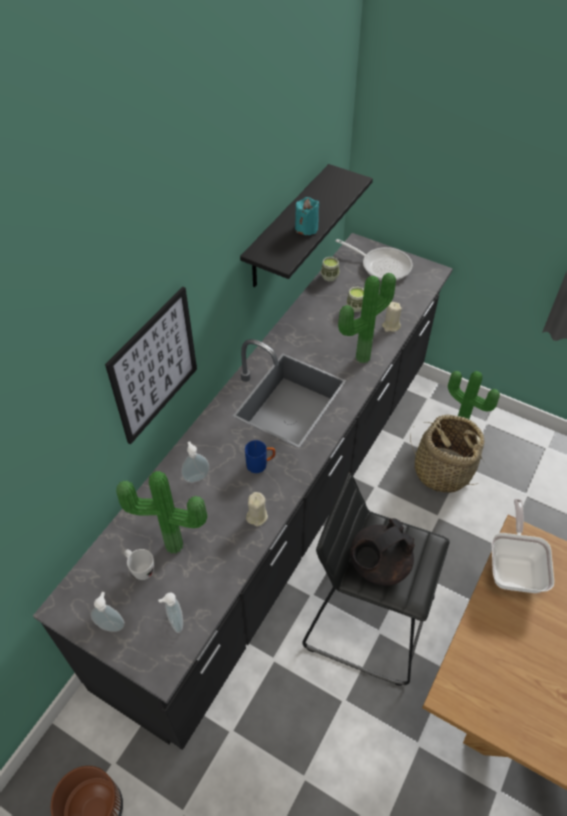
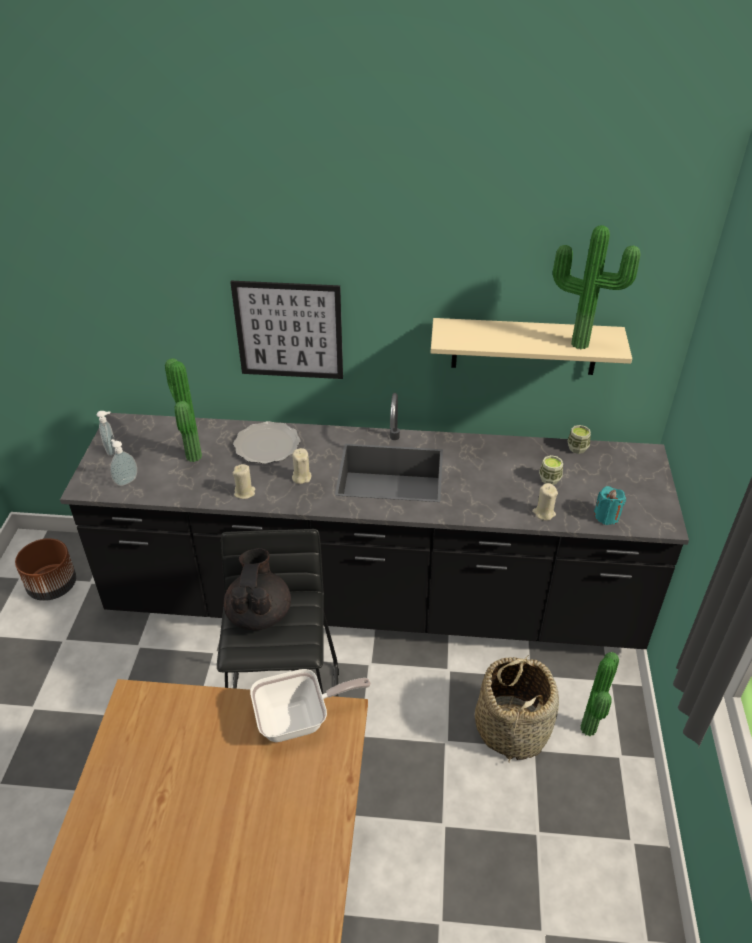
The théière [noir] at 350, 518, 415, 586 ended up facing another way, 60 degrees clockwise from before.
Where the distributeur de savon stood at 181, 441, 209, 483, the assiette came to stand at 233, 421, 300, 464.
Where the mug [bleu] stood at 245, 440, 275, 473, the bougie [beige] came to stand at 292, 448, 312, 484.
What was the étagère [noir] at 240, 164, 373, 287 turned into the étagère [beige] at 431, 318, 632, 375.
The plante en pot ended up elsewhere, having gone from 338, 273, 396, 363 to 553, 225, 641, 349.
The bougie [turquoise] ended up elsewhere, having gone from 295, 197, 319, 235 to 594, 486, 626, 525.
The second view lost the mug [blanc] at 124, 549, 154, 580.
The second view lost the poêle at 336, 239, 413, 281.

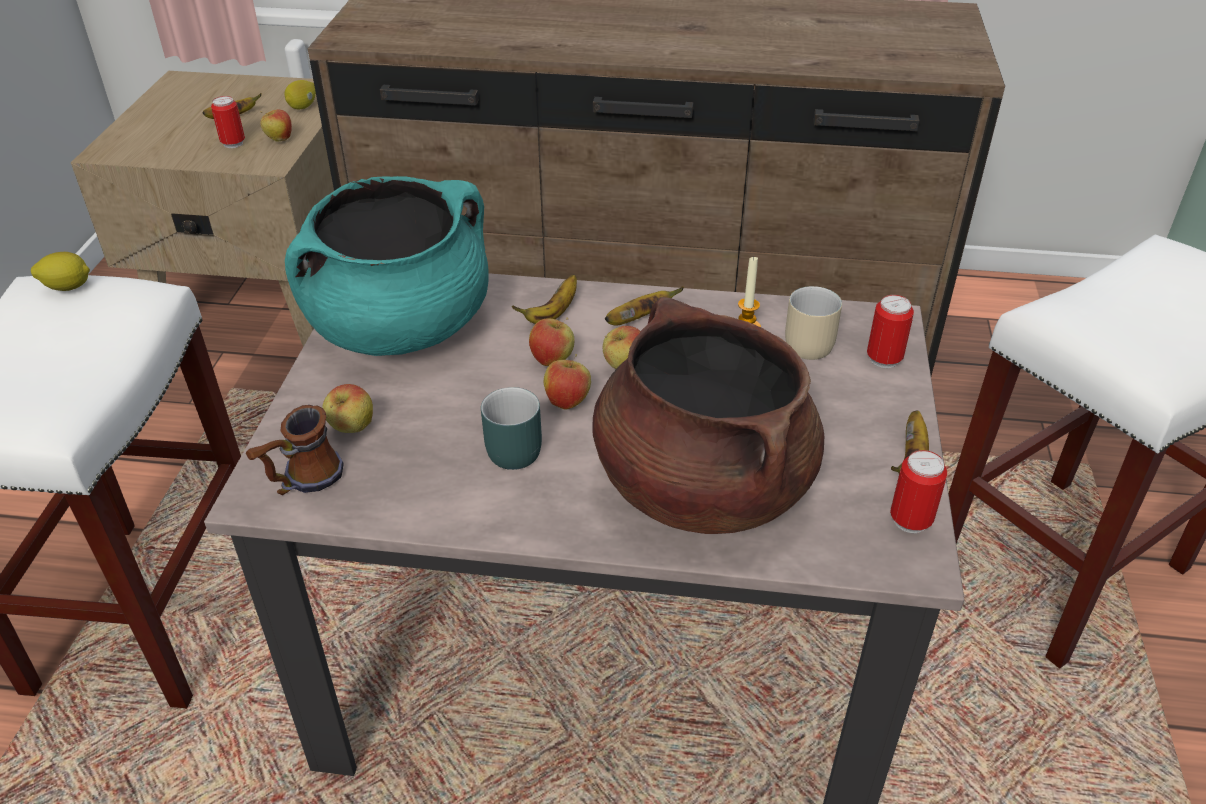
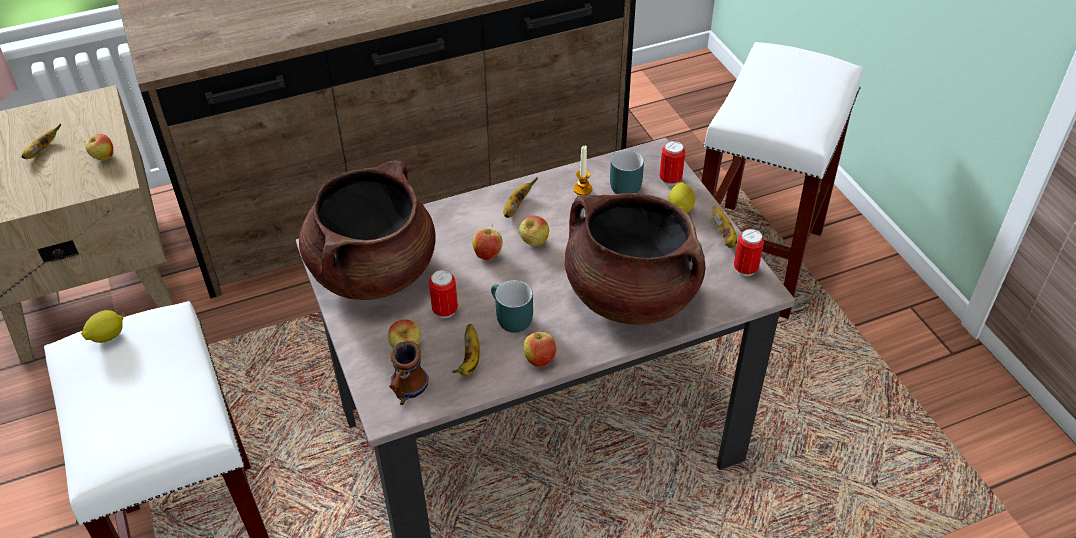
What was the marmite [turquoise] at 285, 176, 489, 356 turned into the marmite [marron] at 299, 160, 436, 300.
The boîte métallique ended up elsewhere, having gone from 211, 96, 245, 148 to 429, 270, 458, 318.
The banane ended up elsewhere, having gone from 512, 275, 577, 324 to 452, 324, 480, 376.
The pomme ended up elsewhere, having gone from 543, 354, 591, 410 to 523, 327, 556, 367.
What was the mug [beige] at 785, 286, 842, 360 turned into the mug [turquoise] at 610, 150, 644, 194.
The citron ended up elsewhere, having gone from 284, 80, 316, 109 to 668, 182, 696, 213.

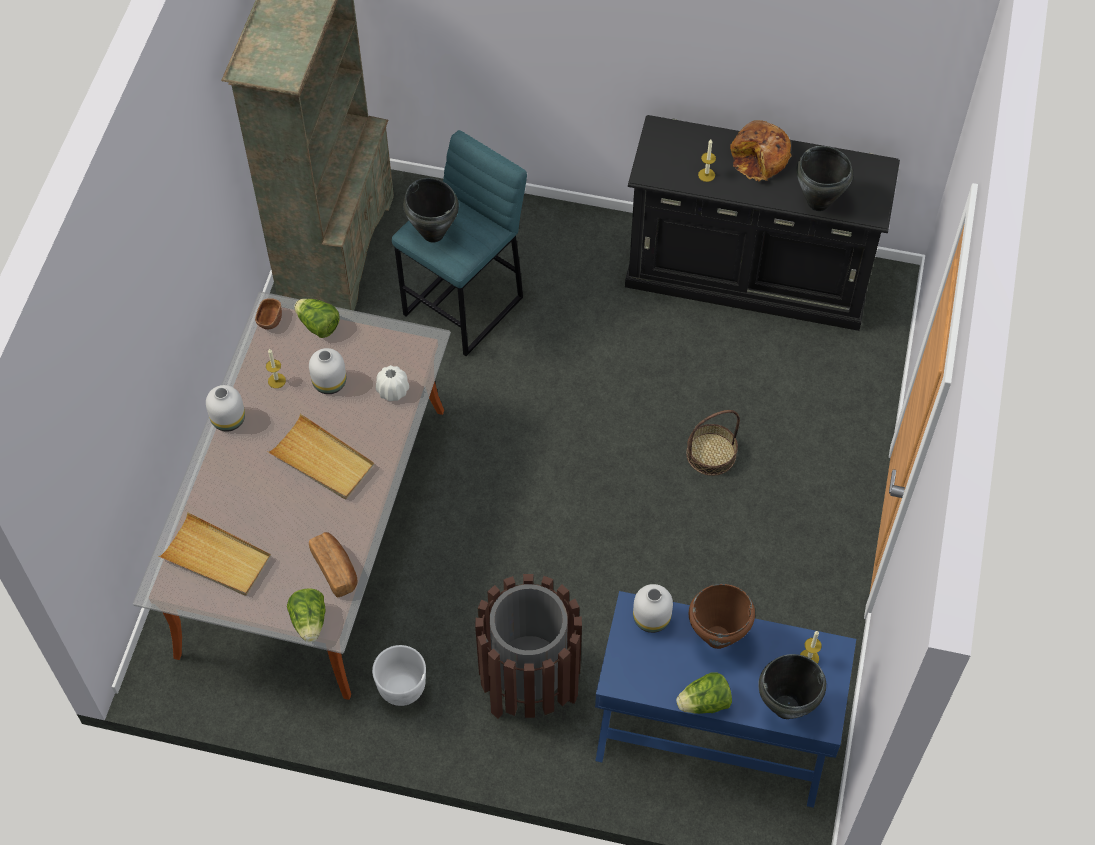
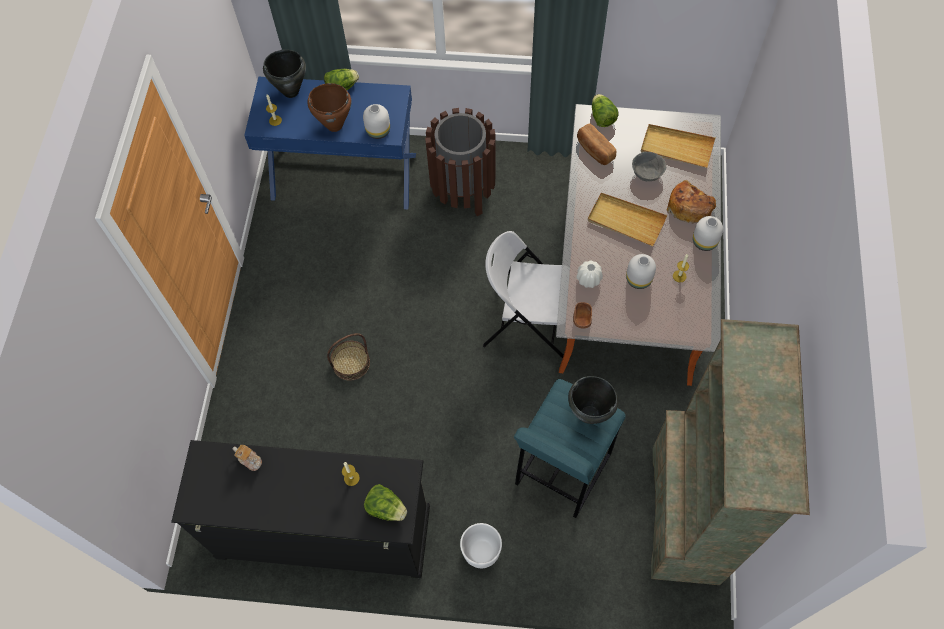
Where the marmite [noir] stood at 796, 146, 853, 211, the théière came to stand at 232, 445, 262, 471.
The laitue ended up elsewhere, having gone from 294, 299, 340, 338 to 364, 484, 407, 521.
The cache-pot [blanc] ended up elsewhere, having gone from 372, 645, 426, 706 to 460, 523, 502, 568.
The second view gained the chaise [blanc] at 483, 231, 564, 358.
The bol [marron] ended up elsewhere, having gone from 255, 298, 282, 329 to 573, 302, 592, 329.
The second view gained the bol [gris] at 632, 152, 666, 181.
The pain ended up elsewhere, having gone from 730, 120, 791, 181 to 666, 180, 716, 224.

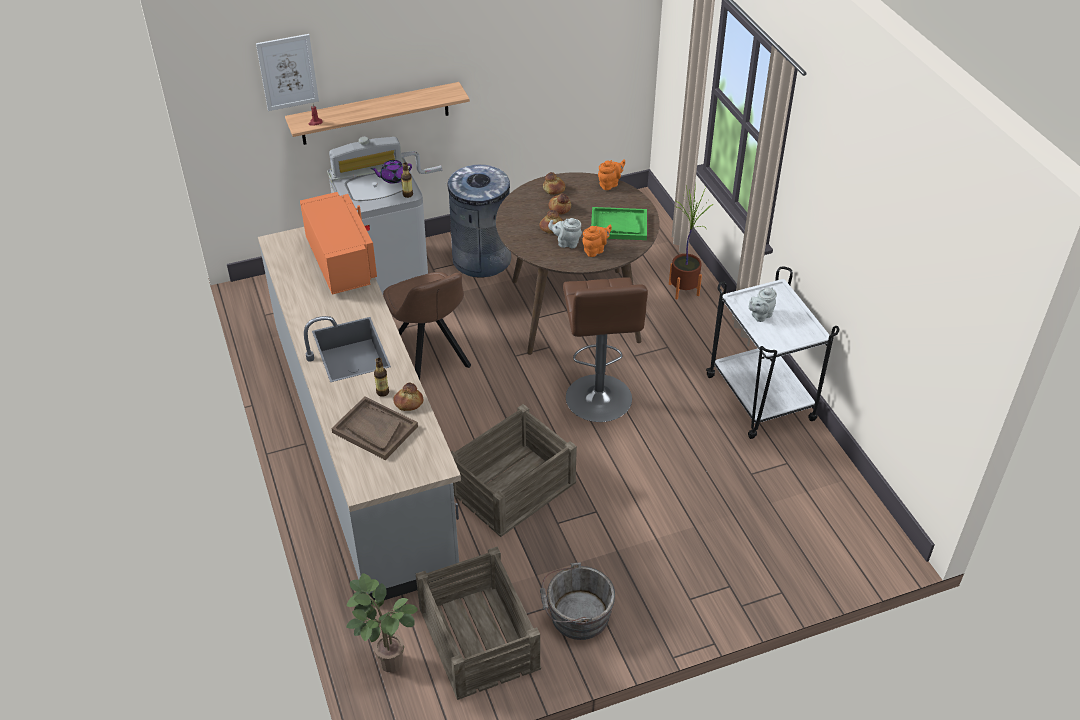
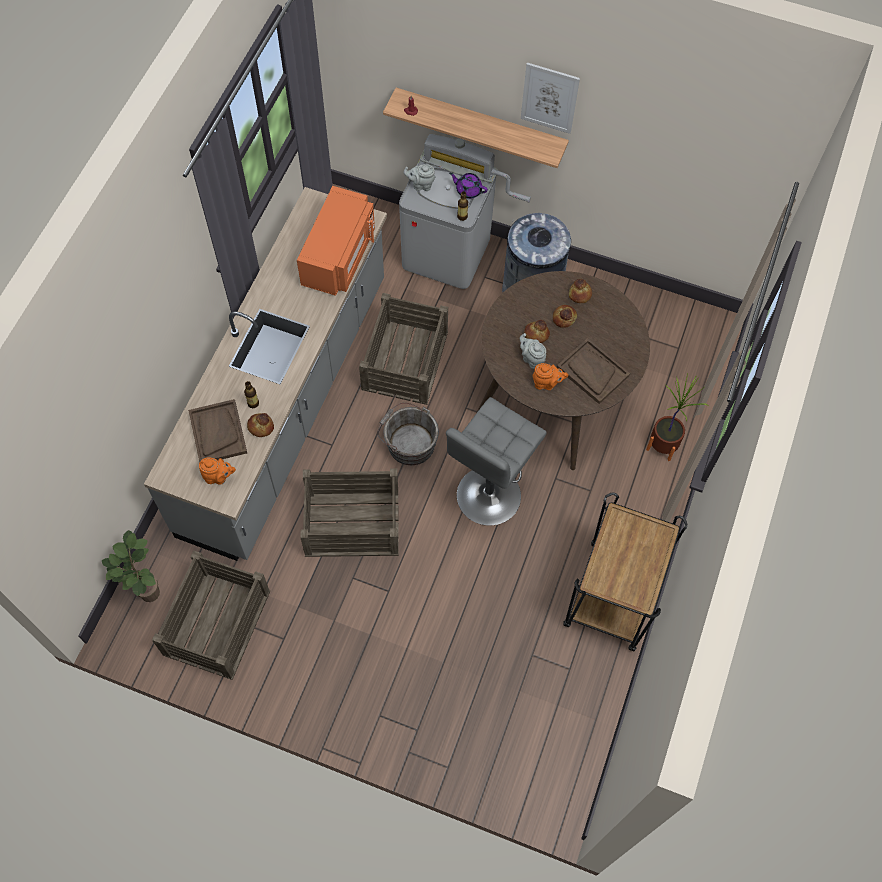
The théière [orange] ended up elsewhere, having gone from 598, 159, 625, 190 to 199, 457, 236, 485.
Where the chaise [marron] stood at 383, 272, 471, 380, the caisse came to stand at 359, 293, 448, 405.
The seau [gris] ended up elsewhere, having gone from 540, 562, 615, 640 to 378, 403, 439, 465.
The théière [gris] ended up elsewhere, having gone from 749, 287, 777, 322 to 404, 164, 436, 191.
What was the tabouret [marron] at 563, 277, 648, 422 turned into the tabouret [gris] at 446, 397, 546, 526.
The tableau ended up elsewhere, having gone from 256, 34, 319, 111 to 521, 62, 580, 134.
What was the plateau [vert] at 591, 207, 647, 240 turned into the plateau [marron] at 557, 338, 630, 404.
What was the chariot [blanc] at 706, 266, 839, 439 turned into the chariot [marron] at 563, 492, 687, 651.

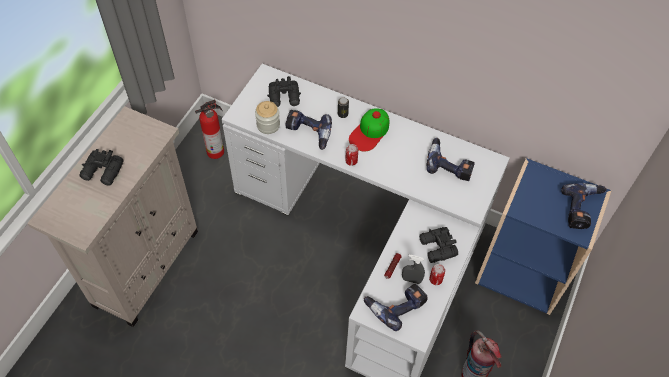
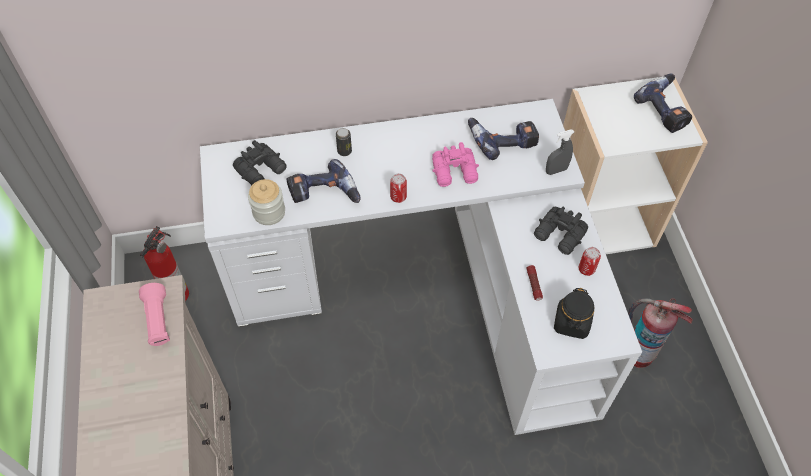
The second view gained the lampe de poche [rose] at 139, 283, 170, 346.
The second view gained the jumelles [rose] at 432, 142, 479, 187.
The vaporisateur [gris] ended up elsewhere, having gone from 402, 254, 425, 284 to 546, 129, 574, 175.
Where the perceuse stood at 364, 284, 428, 331, the bocal [noir] came to stand at 554, 288, 594, 339.
What was the bibliothèque [bleu] at 475, 158, 612, 315 turned into the bibliothèque [blanc] at 563, 77, 708, 254.
The second view lost the jumelles [noir] at 79, 149, 123, 186.
The second view lost the casquette at 349, 108, 389, 151.

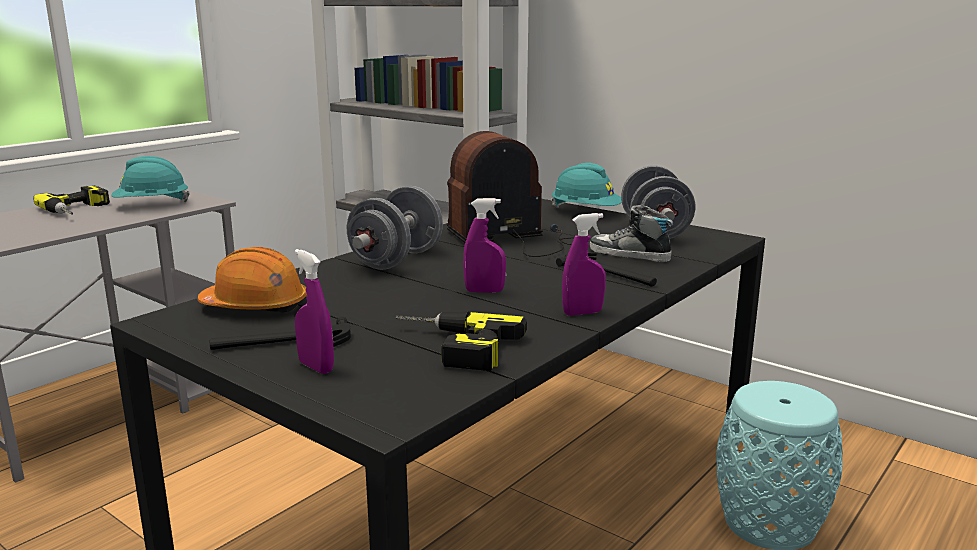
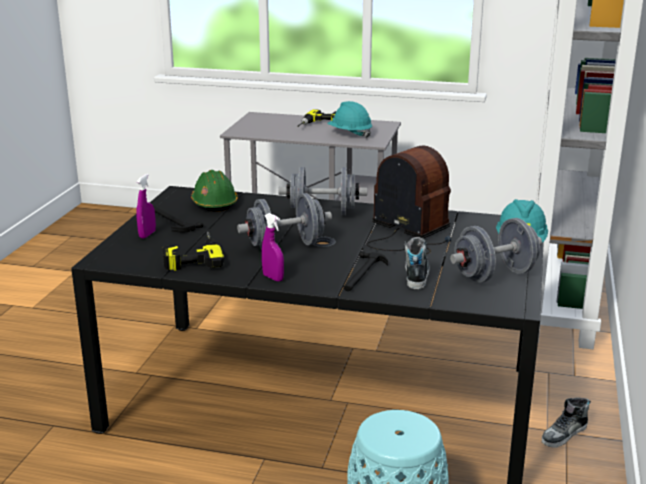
What was the casque de chantier [orange] at 197, 247, 307, 313 turned into the casque de chantier [vert] at 191, 170, 238, 212.
Where the vaporisateur [violet] stood at 463, 198, 506, 293, the haltère [gris] came to stand at 237, 193, 332, 250.
The second view gained the chaussure at 542, 398, 591, 448.

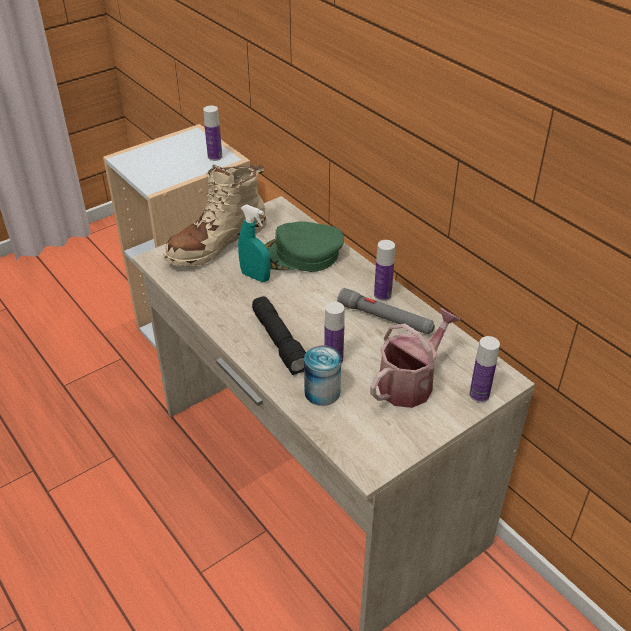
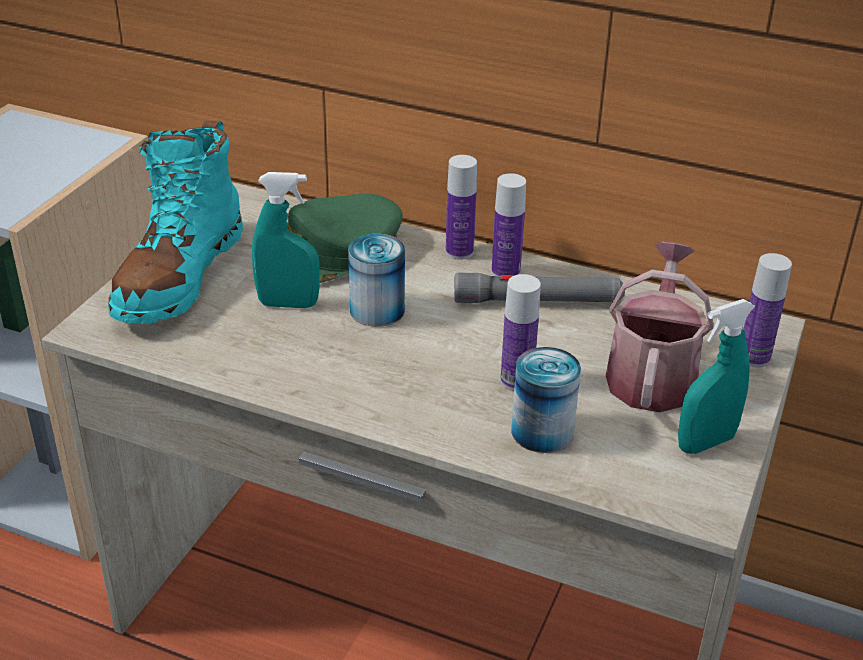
What was the botte [beige] at 164, 164, 267, 266 turned into the botte [turquoise] at 108, 121, 243, 324.
The second view gained the boîte métallique at 348, 234, 405, 327.
The bouteille ended up elsewhere, having gone from 203, 106, 222, 161 to 446, 155, 477, 260.
The second view gained the vaporisateur [turquoise] at 678, 299, 755, 454.
The second view lost the lampe de poche [noir] at 252, 296, 306, 375.

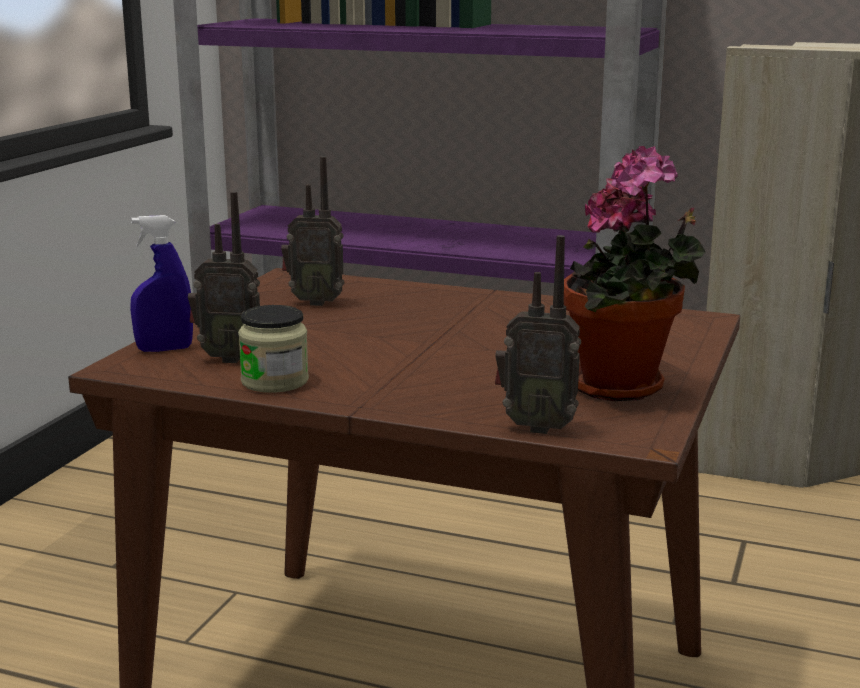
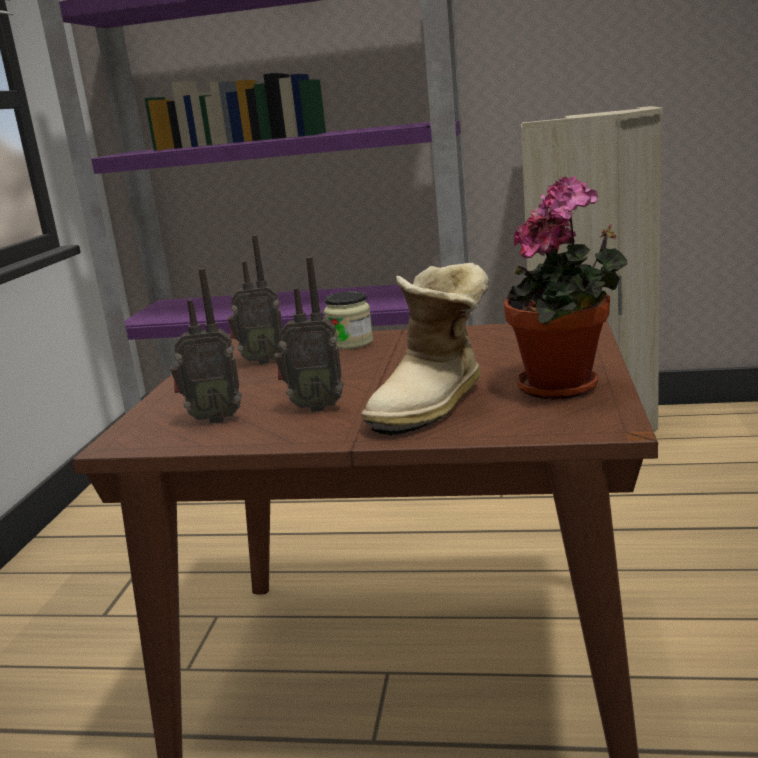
The radio ended up elsewhere, having gone from 495, 235, 581, 434 to 275, 257, 344, 412.
The bocal ended up elsewhere, having gone from 238, 305, 309, 393 to 324, 291, 373, 349.
The second view gained the botte at 361, 263, 489, 436.
The second view lost the vaporisateur [bleu] at 130, 215, 193, 352.

